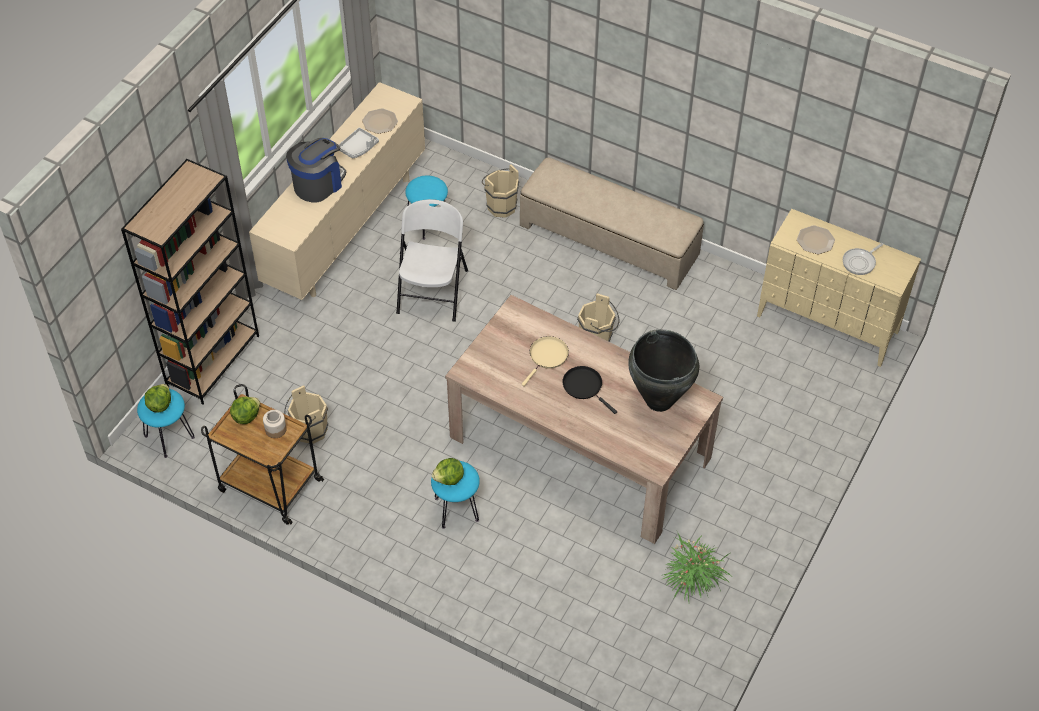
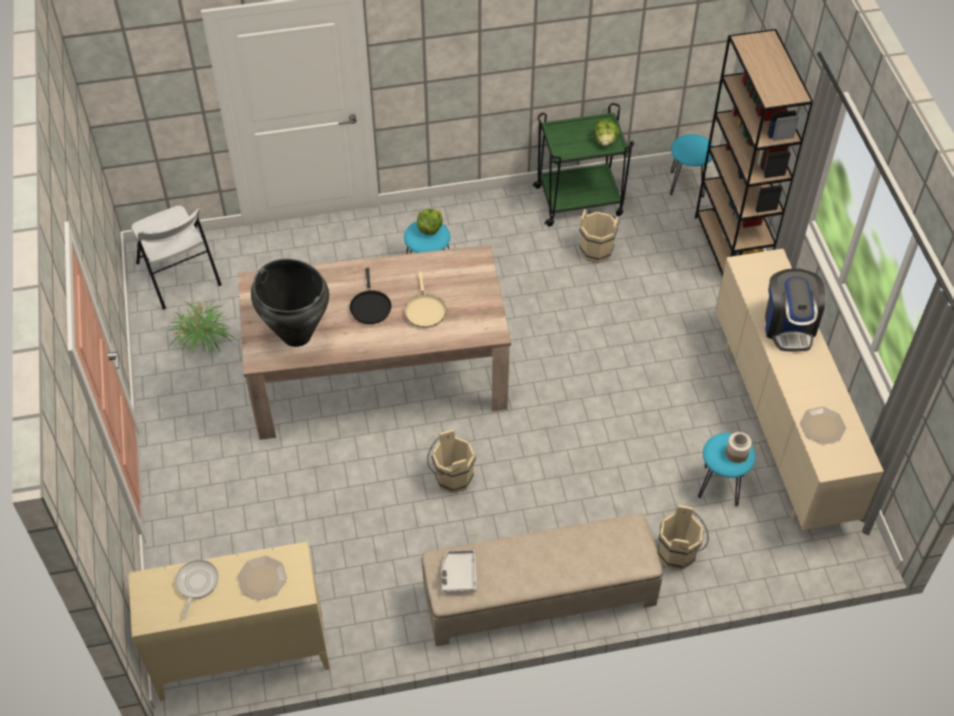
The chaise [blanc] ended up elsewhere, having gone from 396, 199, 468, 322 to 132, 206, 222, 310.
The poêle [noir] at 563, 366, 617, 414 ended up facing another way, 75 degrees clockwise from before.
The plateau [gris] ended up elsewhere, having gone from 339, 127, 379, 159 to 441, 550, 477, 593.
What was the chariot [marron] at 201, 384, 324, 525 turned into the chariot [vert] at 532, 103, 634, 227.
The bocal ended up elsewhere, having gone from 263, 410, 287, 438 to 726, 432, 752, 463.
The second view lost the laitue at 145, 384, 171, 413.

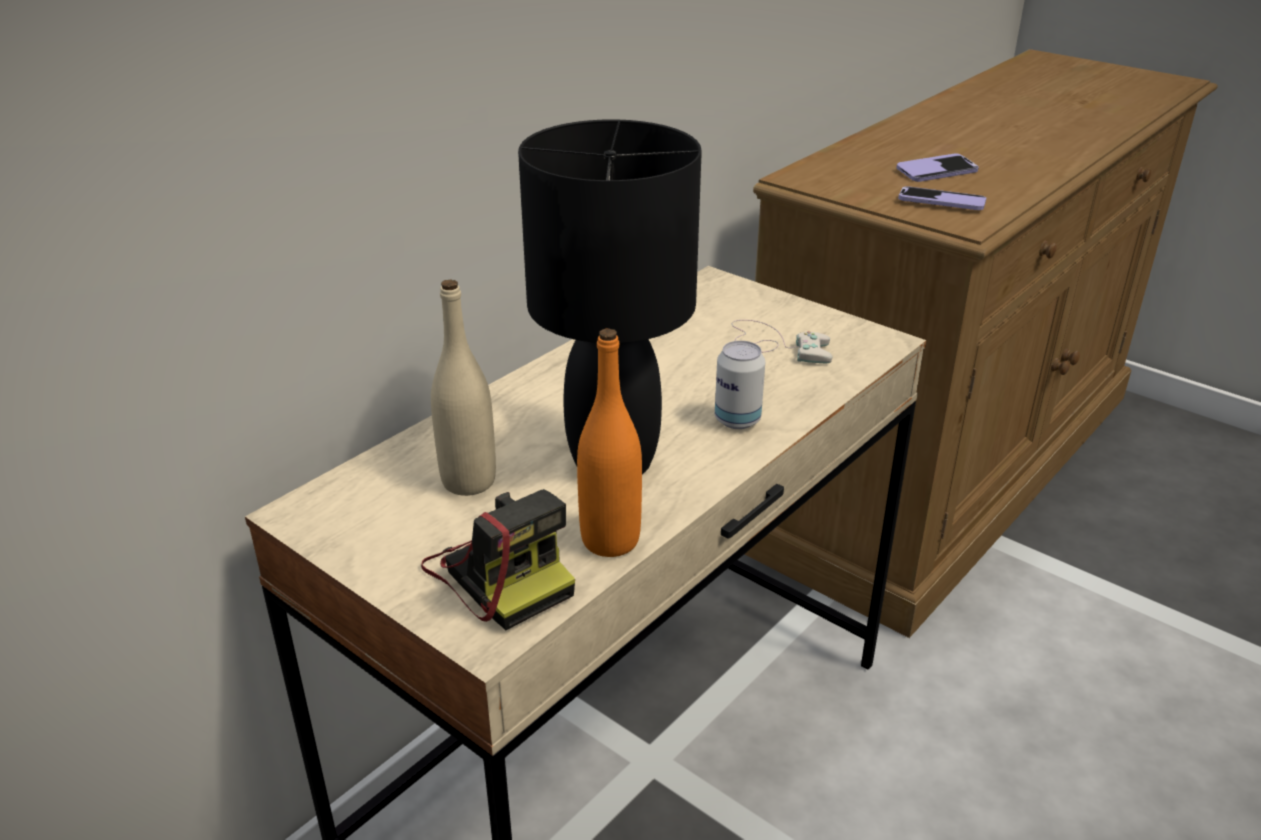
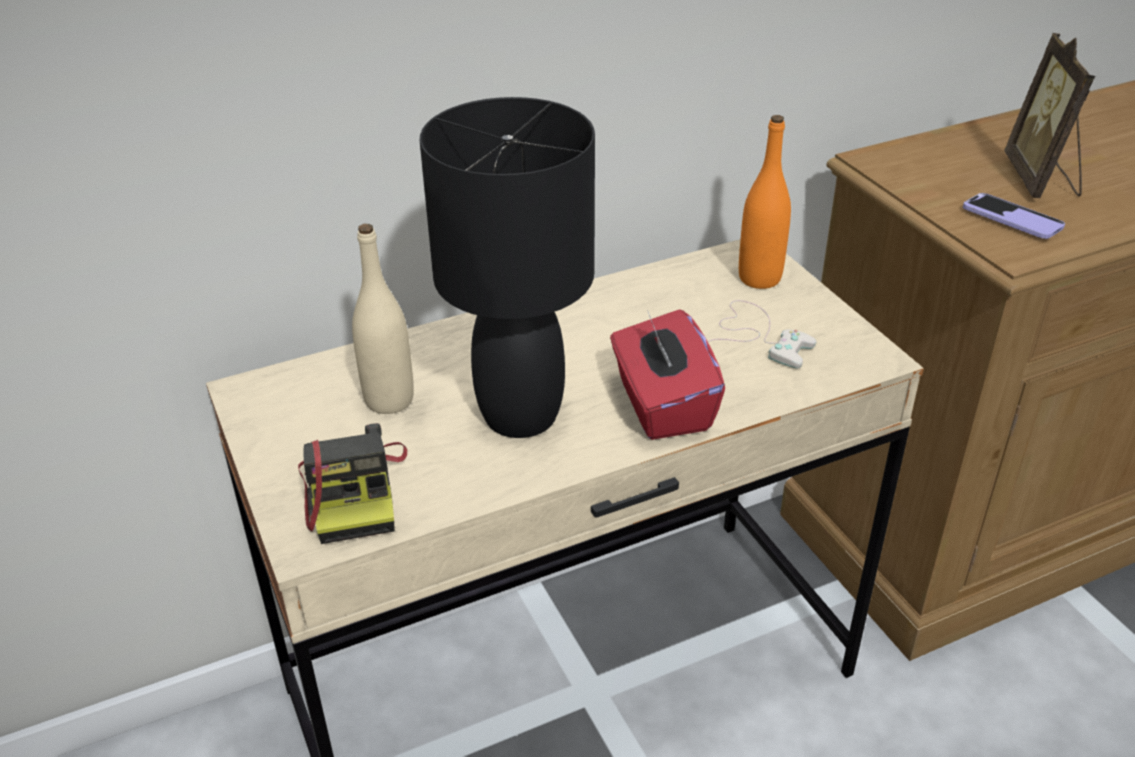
Where the boîte métallique stood at 715, 341, 765, 429, the boîte à mouchoirs [rouge] came to stand at 610, 309, 725, 440.
The bouteille [orange] ended up elsewhere, having gone from 577, 328, 642, 557 to 739, 115, 791, 289.
Where the téléphone stood at 896, 154, 979, 182, the cadre photo came to stand at 1004, 33, 1095, 198.

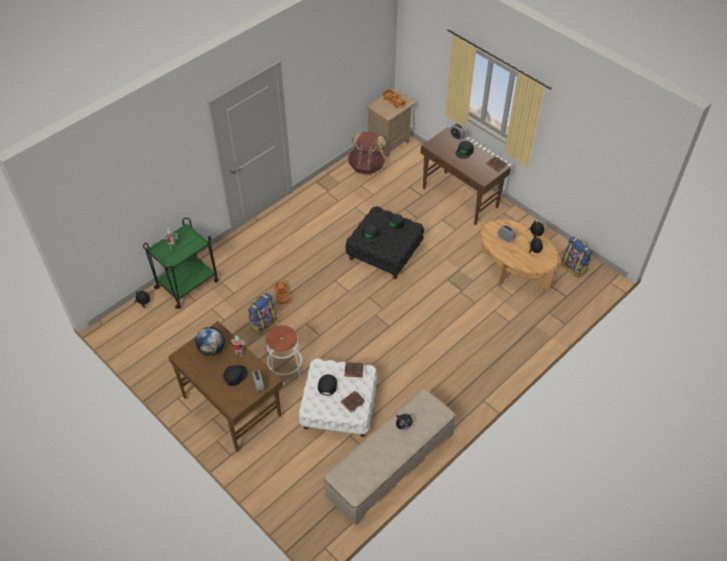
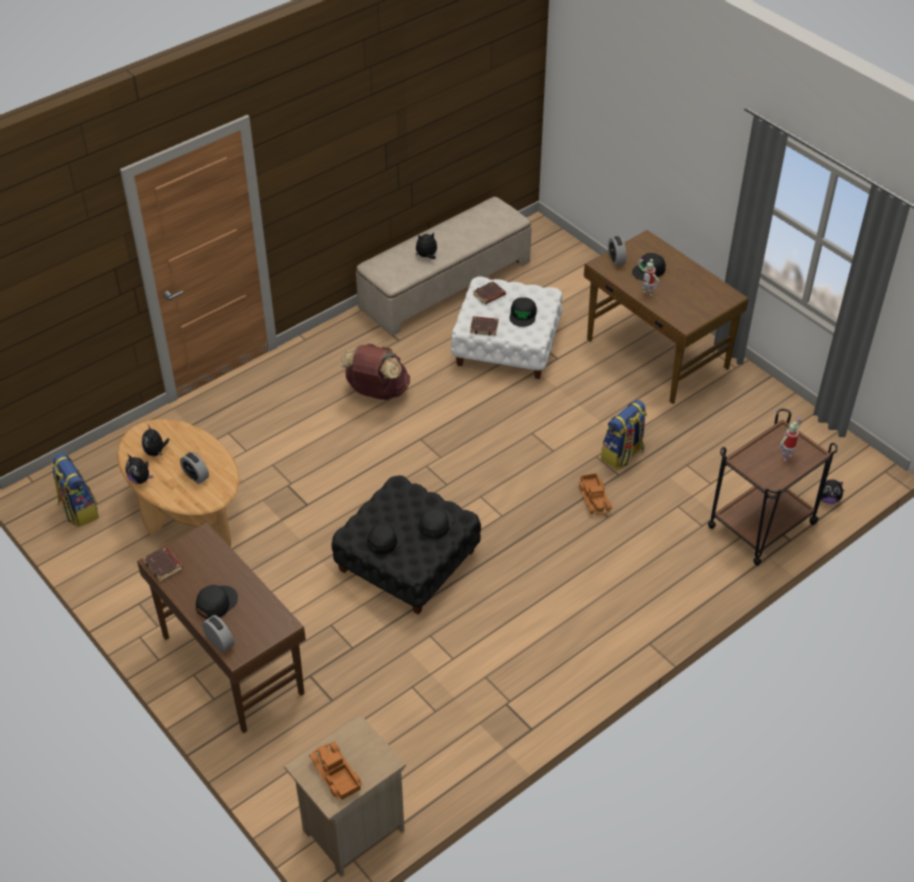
The sac à dos [marron] ended up elsewhere, having gone from 348, 132, 386, 175 to 340, 344, 410, 400.
What was the chariot [vert] at 143, 218, 219, 309 turned into the chariot [marron] at 708, 409, 838, 566.
The second view lost the globe at 195, 327, 225, 356.
The second view lost the tabouret [blanc] at 266, 325, 302, 379.

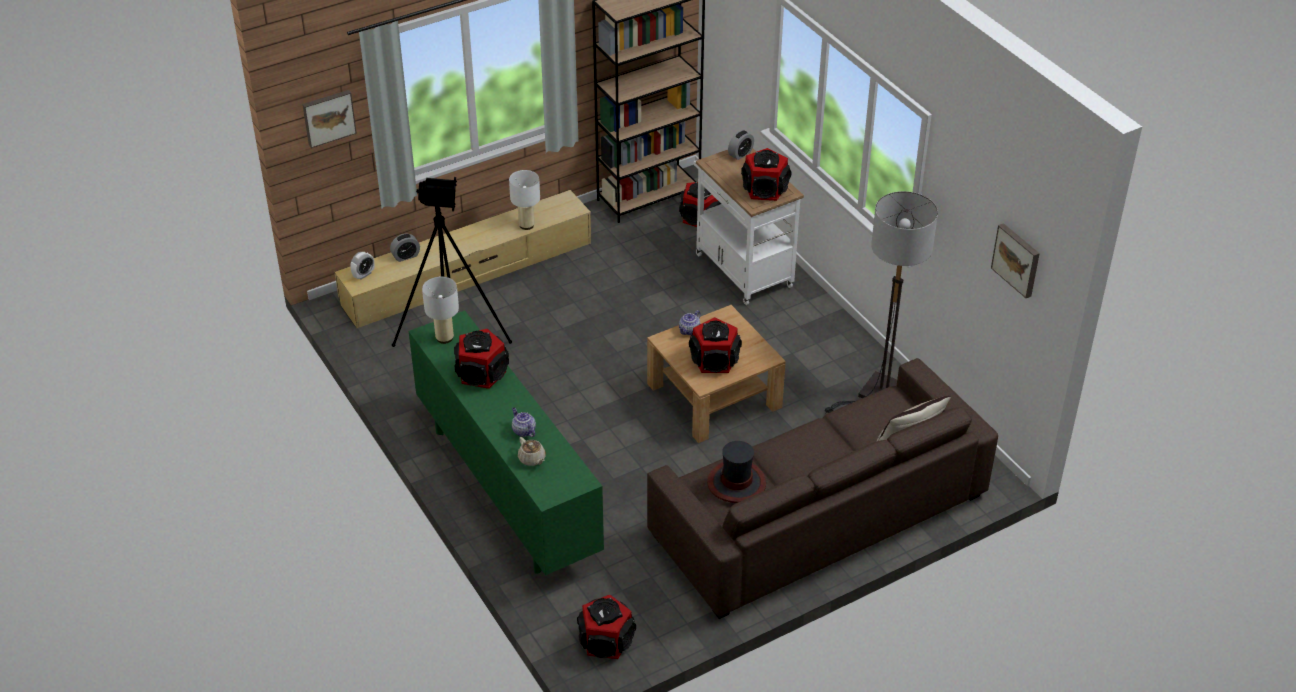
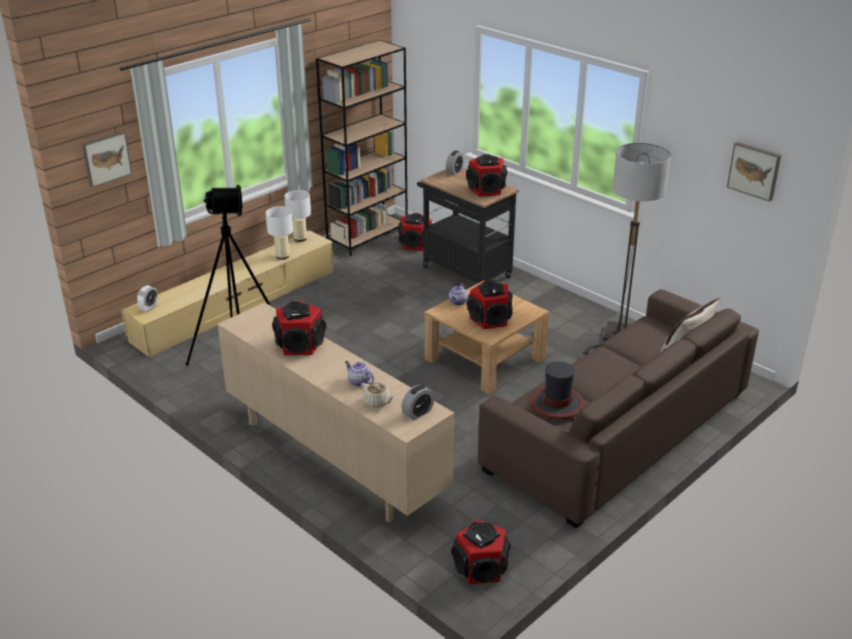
What was the meuble de rangement [vert] at 409, 310, 604, 575 turned into the meuble de rangement [beige] at 217, 302, 454, 522.
The lampe de table [blanc] ended up elsewhere, having gone from 422, 277, 459, 344 to 285, 190, 311, 242.
The réveil ended up elsewhere, having gone from 390, 234, 420, 262 to 401, 385, 435, 420.
What was the chariot [blanc] at 693, 149, 804, 305 turned into the chariot [noir] at 417, 168, 519, 283.

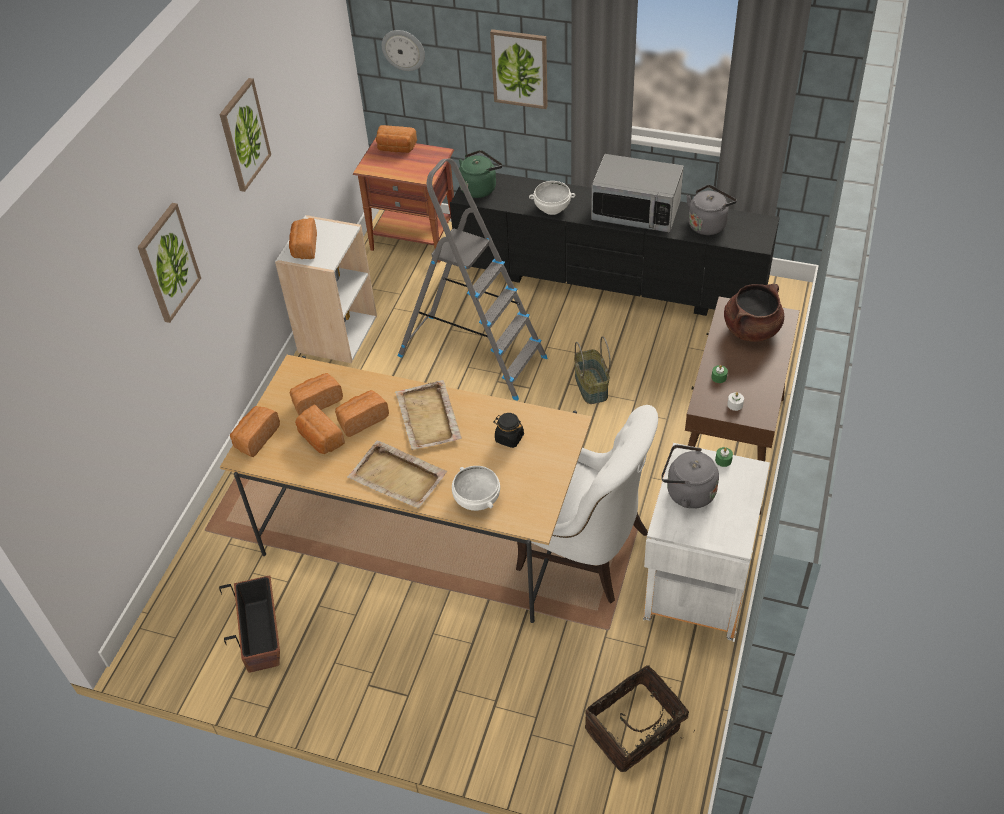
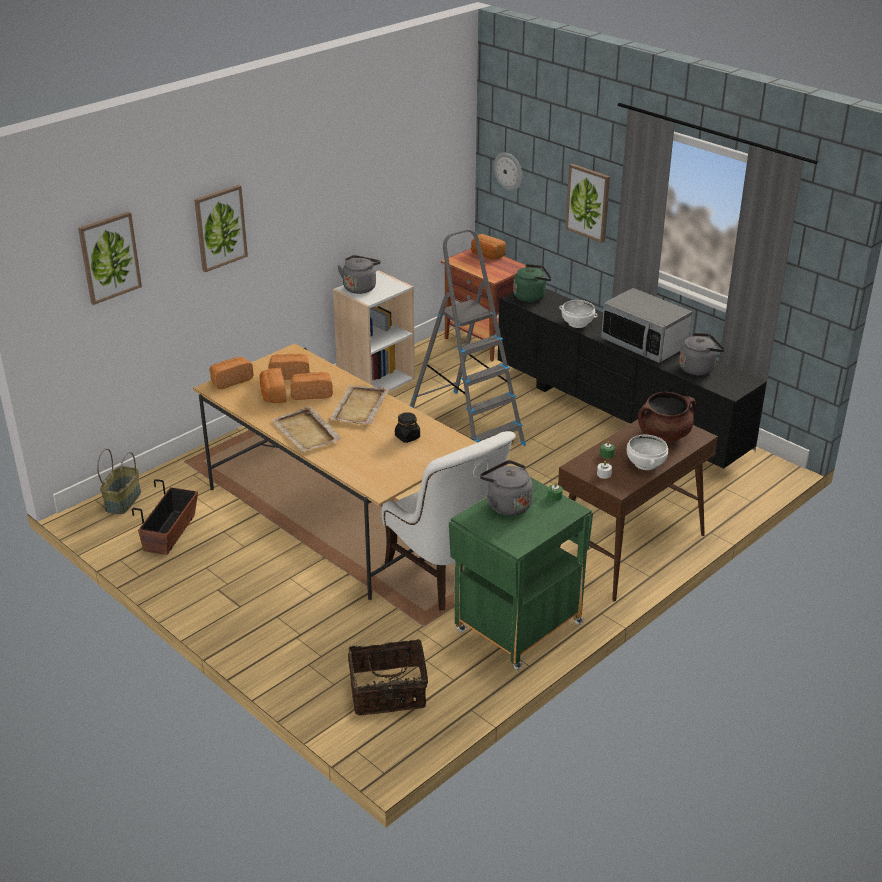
The tableau ended up elsewhere, having gone from 220, 78, 271, 192 to 78, 211, 142, 305.
The panier ended up elsewhere, having gone from 574, 336, 611, 404 to 97, 448, 141, 514.
Where the pain stood at 289, 218, 317, 259, the bouilloire [gris] came to stand at 338, 255, 381, 294.
What was the chariot [blanc] at 643, 443, 770, 642 turned into the chariot [vert] at 449, 477, 593, 671.
The bol [blanc] ended up elsewhere, having gone from 452, 466, 500, 511 to 627, 435, 668, 470.

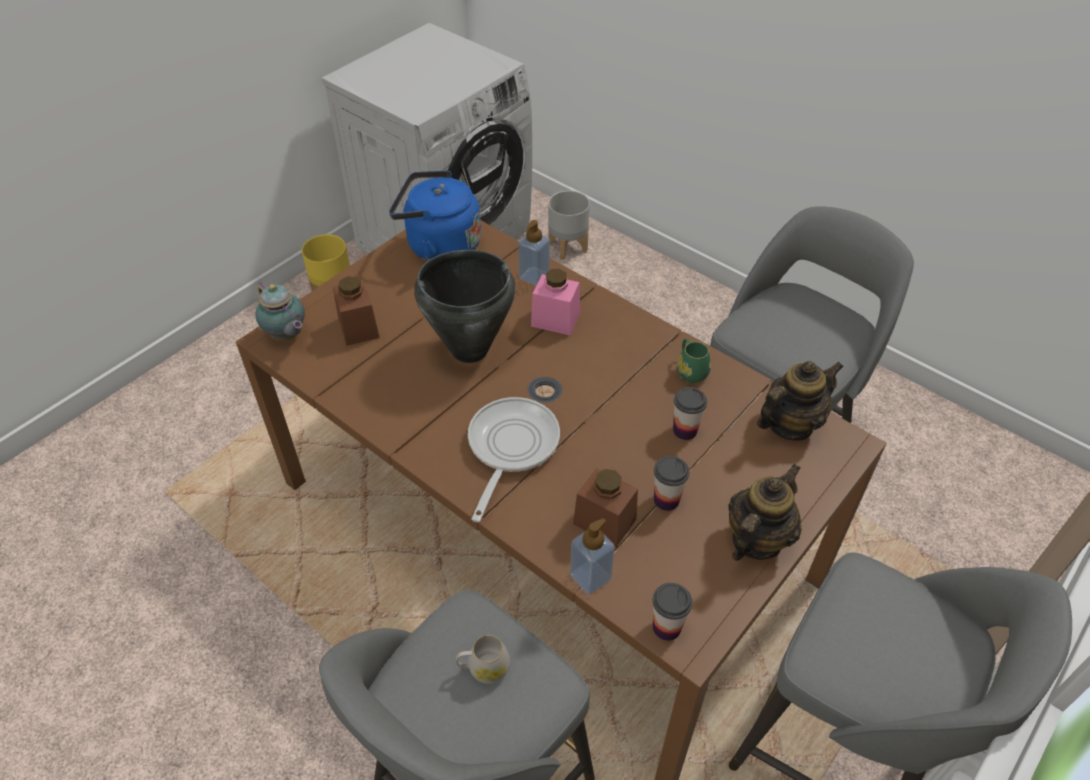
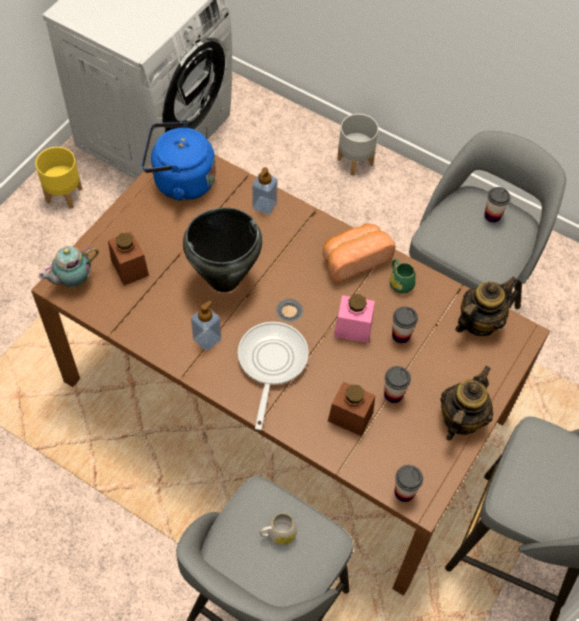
The théière at 255, 282, 305, 341 ended up facing another way, 105 degrees clockwise from before.
The distributeur de savon ended up elsewhere, having gone from 570, 518, 615, 594 to 191, 301, 221, 351.
The second view gained the pain at 323, 224, 395, 282.
The bocal [rose] ended up elsewhere, having gone from 531, 269, 580, 336 to 334, 294, 375, 343.
The cache-pot [gris] ended up elsewhere, having gone from 548, 190, 590, 260 to 337, 114, 379, 176.
The second view gained the tasse at 484, 187, 510, 223.

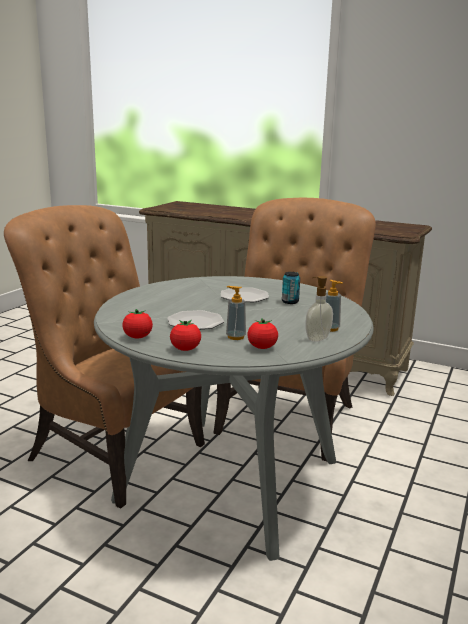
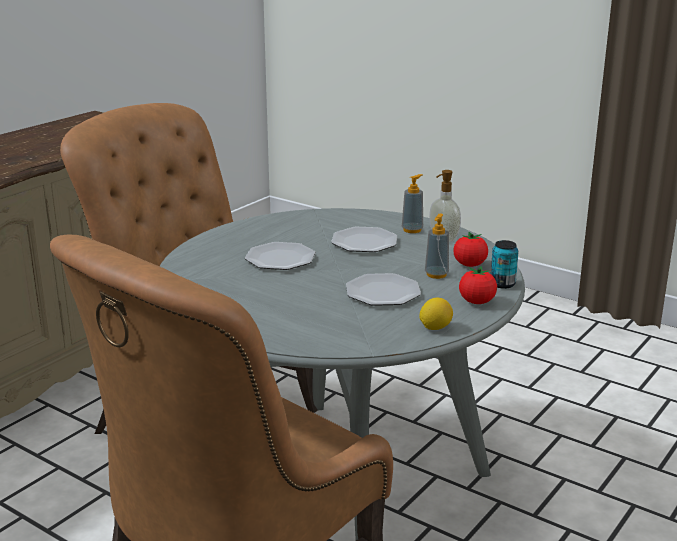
The second view gained the assiette at 331, 227, 397, 252.
Where the tomate stood at 122, 309, 153, 339, the citron came to stand at 419, 298, 453, 330.
The boîte métallique ended up elsewhere, having gone from 282, 272, 300, 304 to 491, 240, 518, 289.

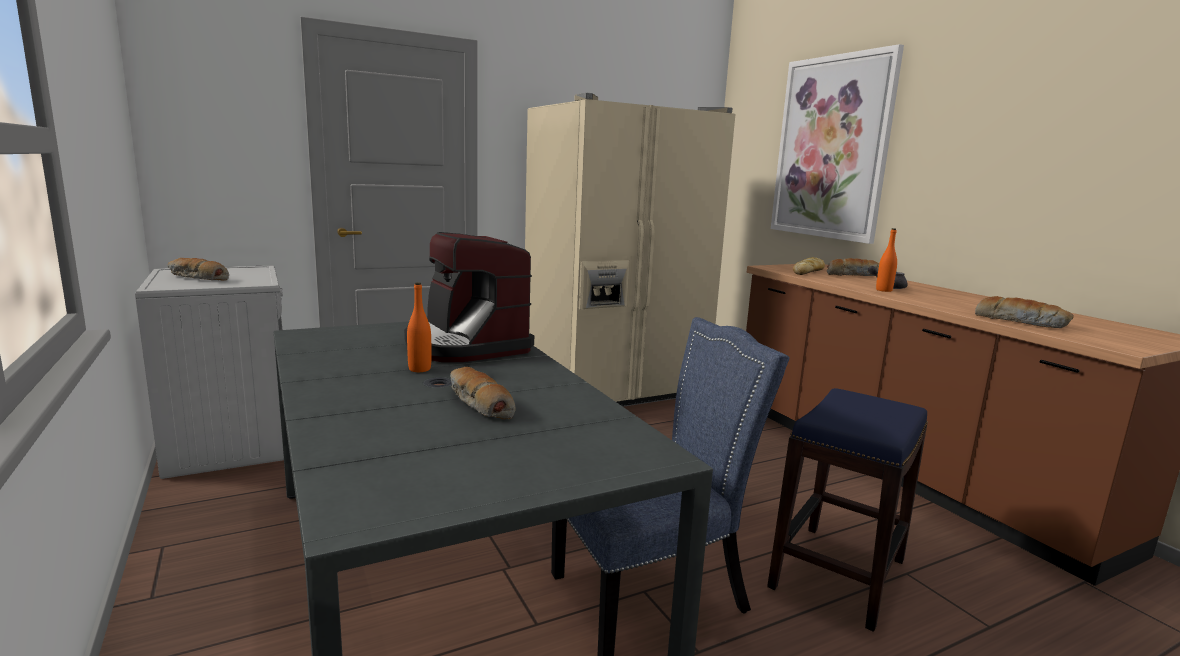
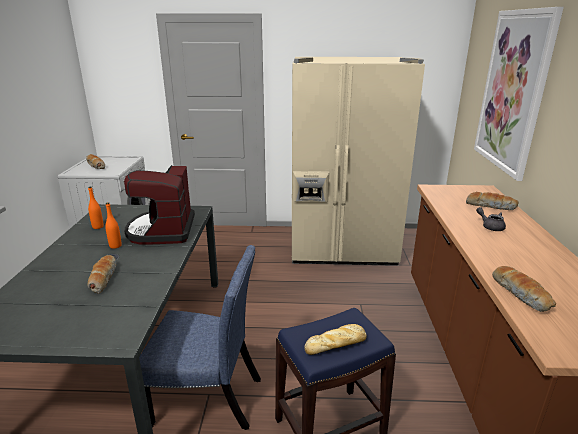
The bouteille [orange] ended up elsewhere, having gone from 876, 228, 897, 292 to 88, 187, 104, 229.
The pain ended up elsewhere, having gone from 793, 257, 825, 275 to 305, 324, 367, 355.

